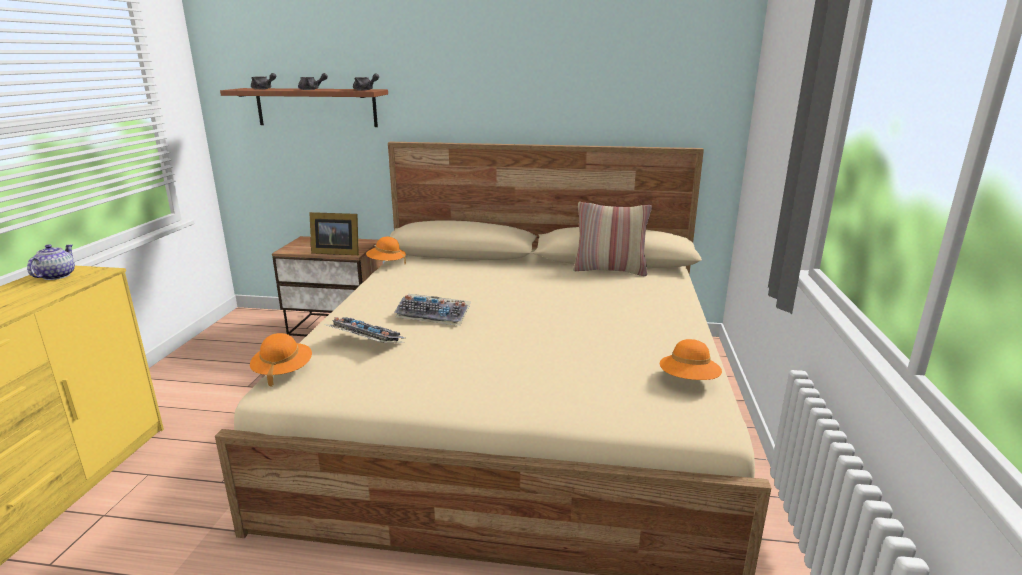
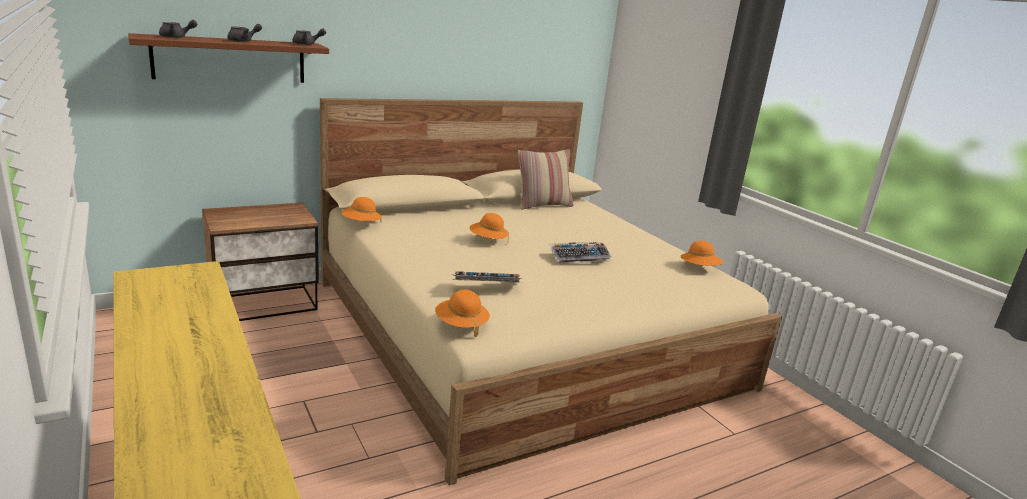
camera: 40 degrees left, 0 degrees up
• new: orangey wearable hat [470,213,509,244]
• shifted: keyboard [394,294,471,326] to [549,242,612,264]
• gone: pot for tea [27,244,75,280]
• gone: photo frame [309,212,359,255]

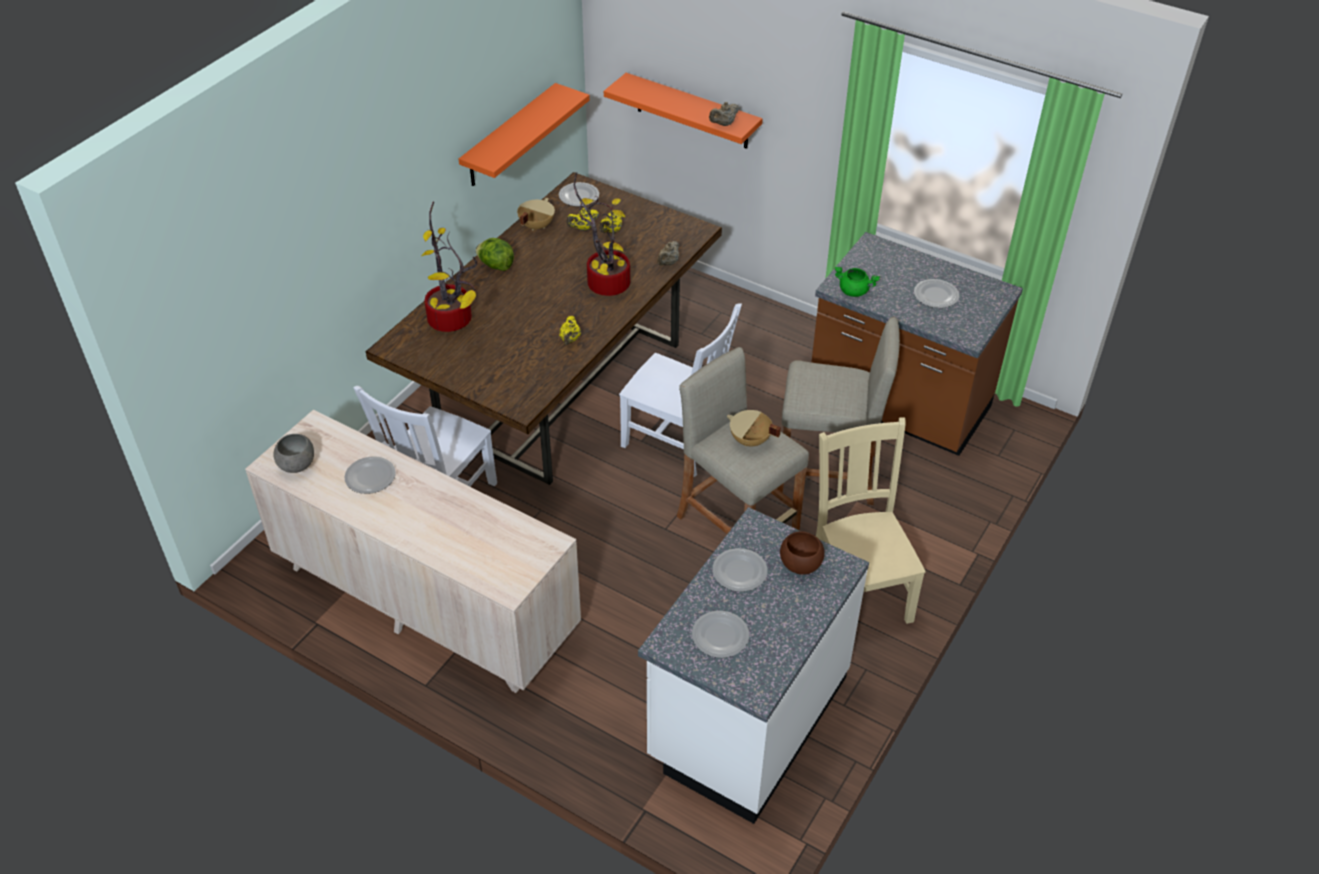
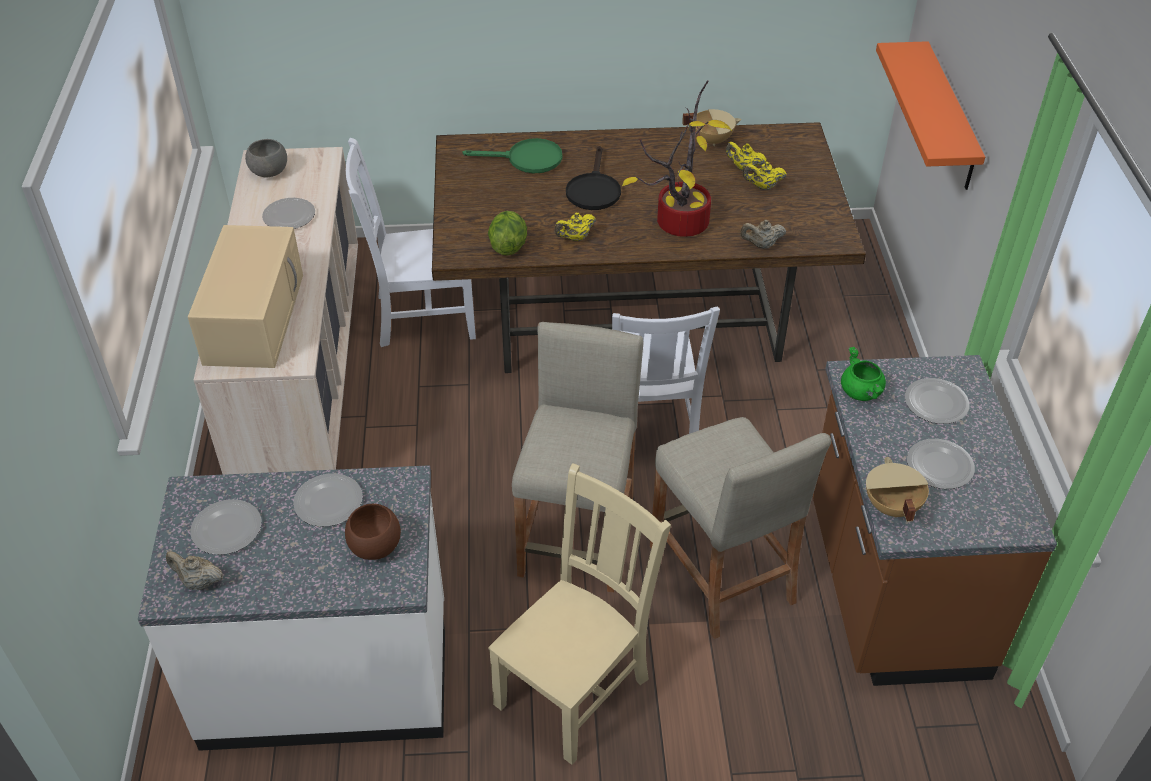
camera: 55 degrees right, 0 degrees up
• shifted: sand-coloured pot for tea [709,102,739,126] to [166,551,223,590]
• new: sand-coloured kitchen microwave [188,225,303,368]
• swapped: houseplant [422,202,478,332] to green-coloured skillet [463,138,562,173]
• shifted: lettuce [475,238,514,271] to [488,211,527,256]
• new: blackish skillet [566,146,621,210]
• shifted: sand-coloured cooking pot [727,410,781,447] to [866,457,929,522]
• shifted: flat dish [559,182,599,207] to [905,378,970,424]
• gone: orangey wall shelf [459,83,590,186]

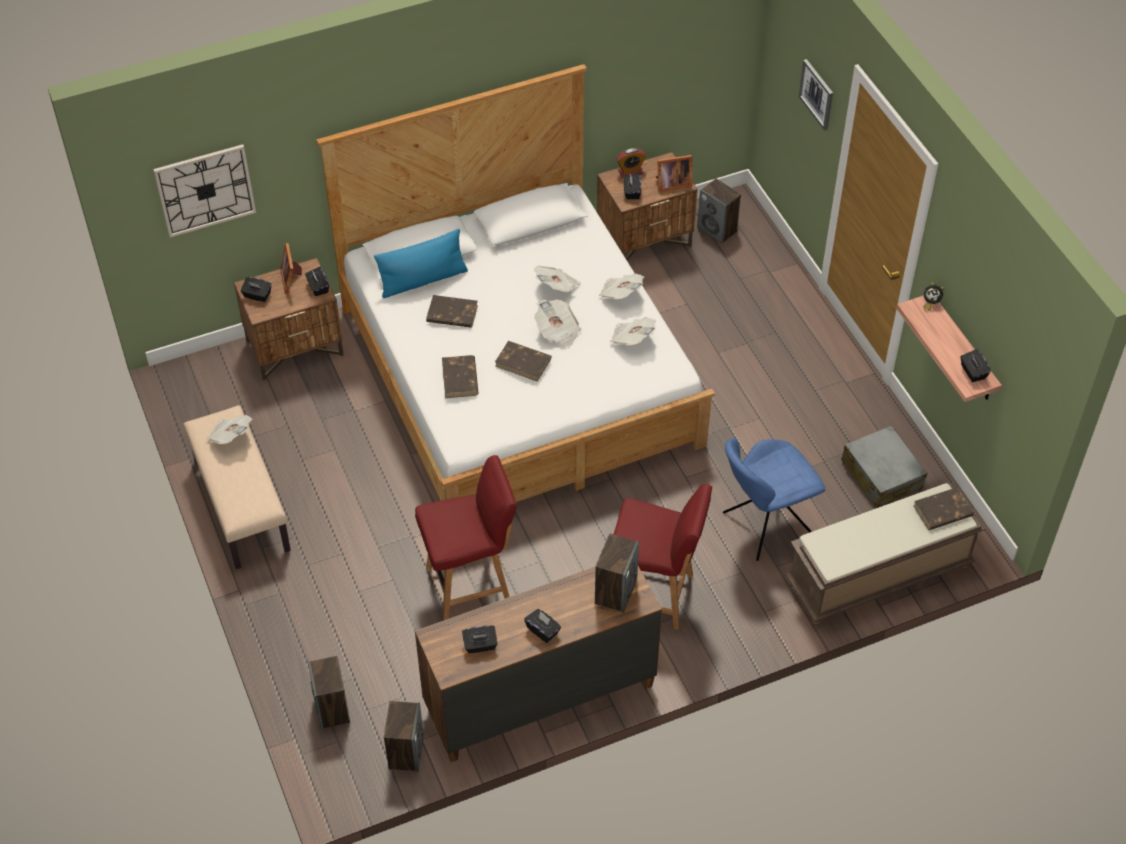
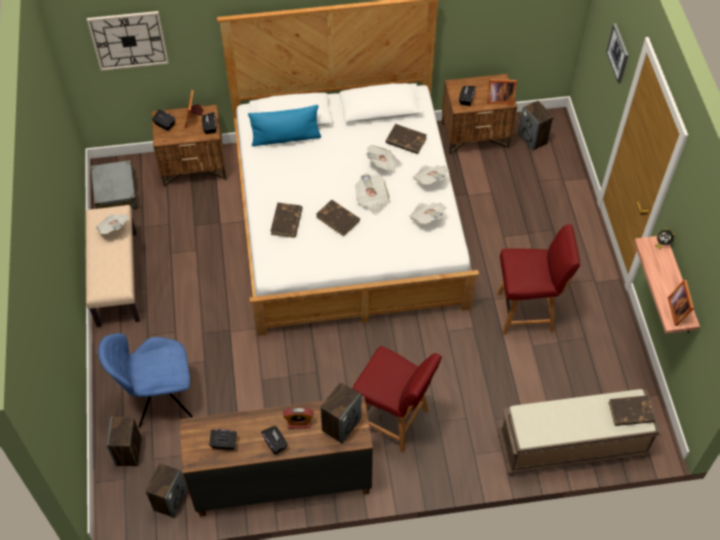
camera: 15 degrees right, 5 degrees up
• shifted: gray travel case [841,426,927,508] to [91,160,138,209]
• shifted: bluish upright chair [723,438,825,561] to [98,333,193,428]
• shifted: table clock [616,148,646,178] to [283,407,313,429]
• shifted: brown bound book [426,295,478,328] to [386,124,427,154]
• shifted: red-coloured upright chair [415,455,517,620] to [497,224,580,335]
• swapped: blackish tissue box [960,349,991,382] to photo frame [668,280,694,326]

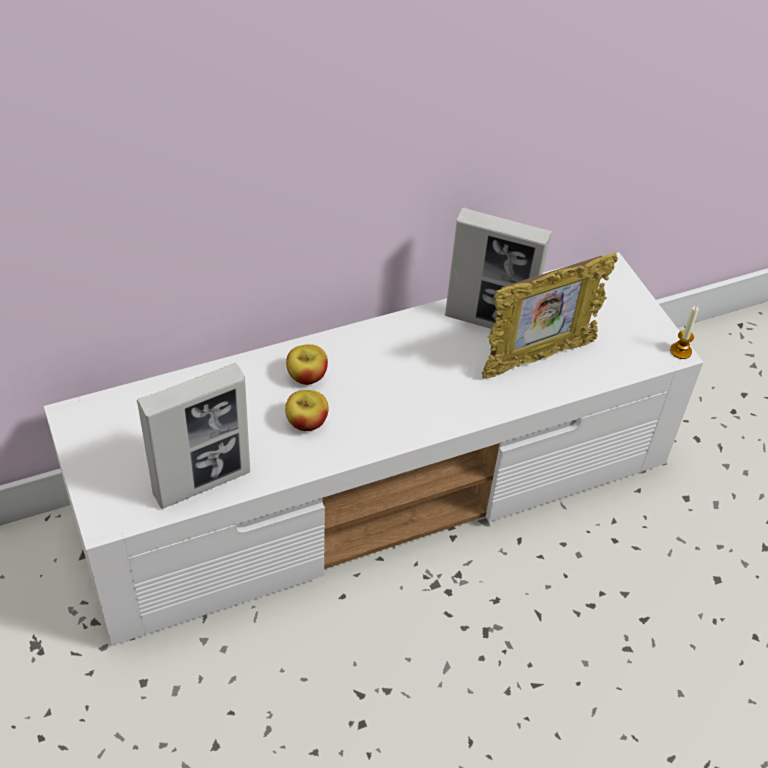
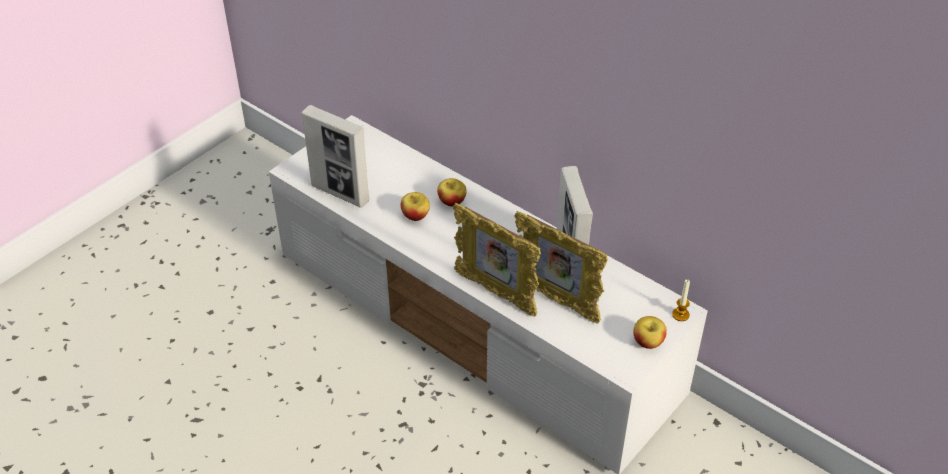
camera: 65 degrees right, 5 degrees down
• new: photo frame [453,203,541,317]
• new: whole apple [633,316,667,349]
• shifted: wax candle [670,306,699,359] to [672,280,690,321]

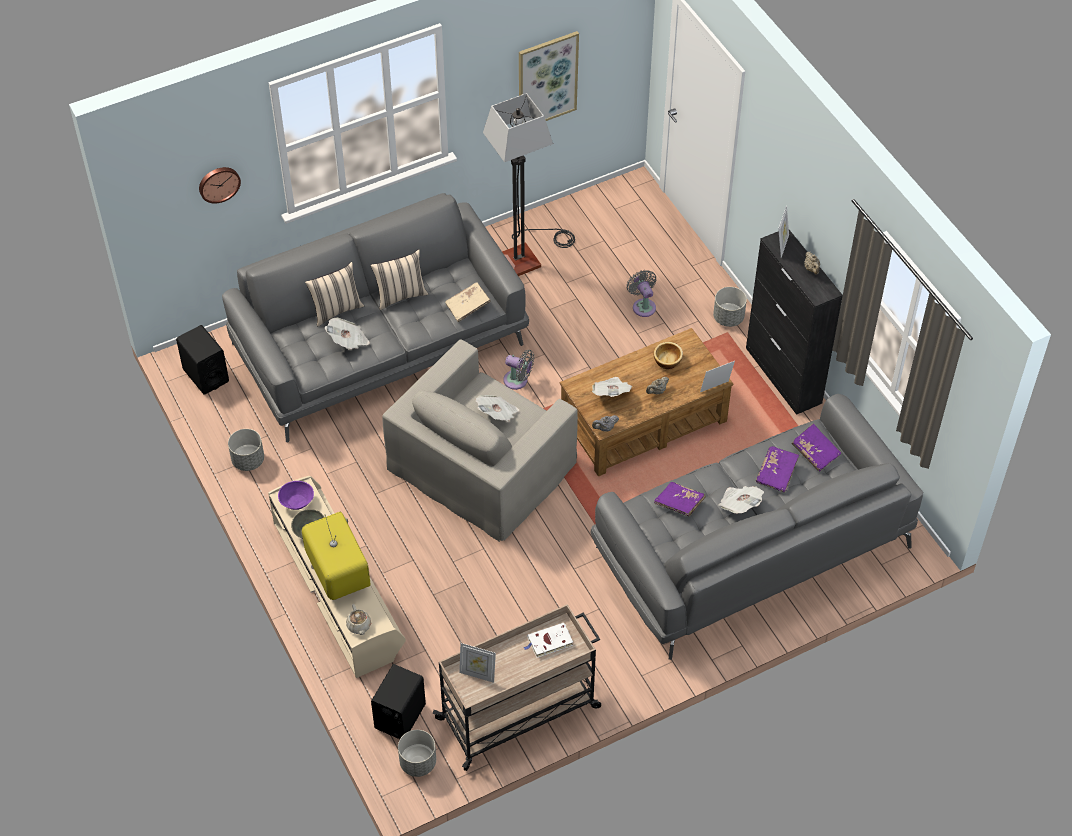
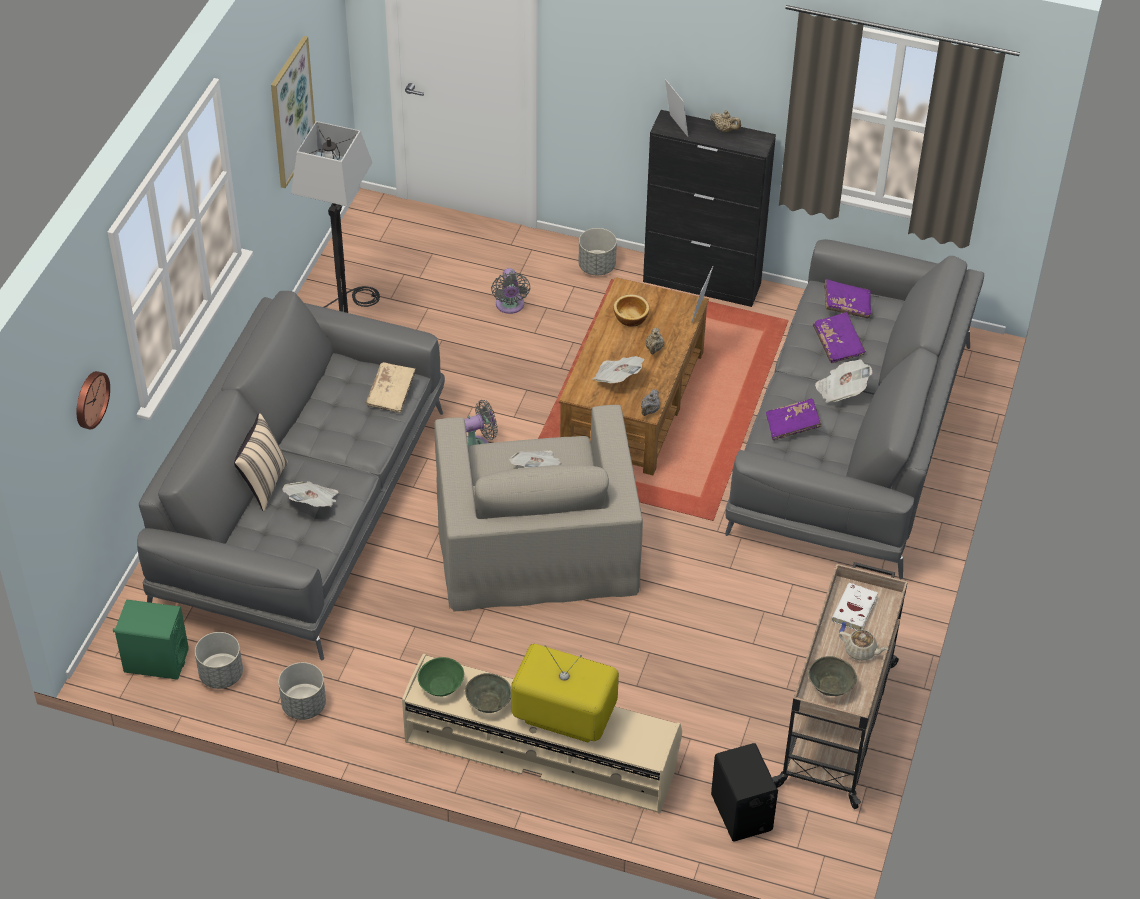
camera: 45 degrees left, 5 degrees down
• repainted: blackish loudspeaker [176,325,229,395] to green-coloured loudspeaker [113,600,189,680]
• shifted: gray planter [398,730,436,777] to [195,632,243,689]
• repainted: purple serving bowl [278,481,314,510] to green-coloured serving bowl [418,657,464,696]
• rotated: gray cooling fan [627,270,656,317] = [491,268,530,314] 120 degrees counterclockwise
• swapped: photo frame [459,643,496,683] to gray serving bowl [808,656,857,696]
• shifted: sand-coloured pot for tea [346,604,371,635] to [839,630,888,661]
• gone: sand-coloured pillow [370,249,428,310]

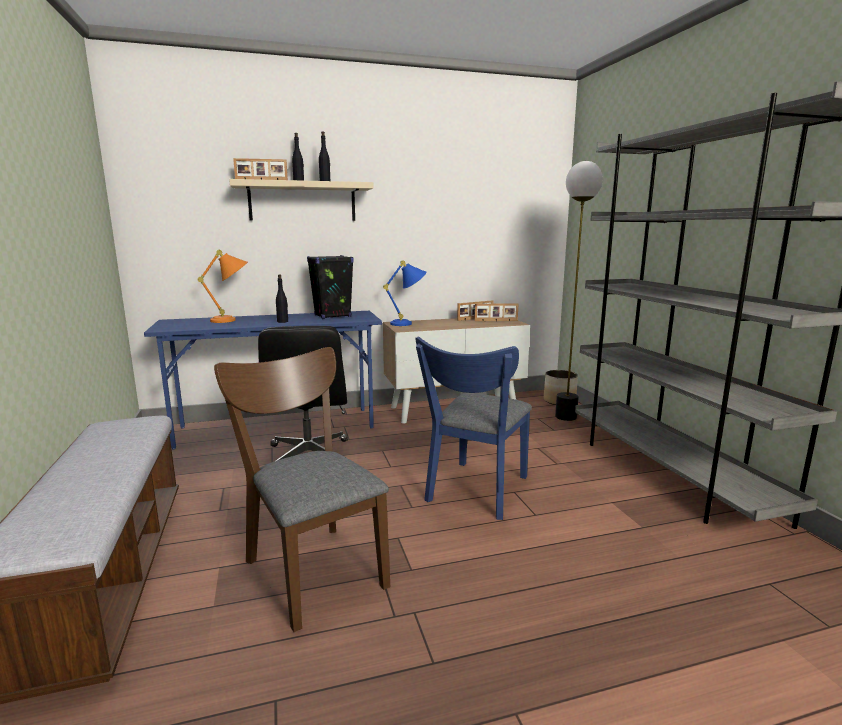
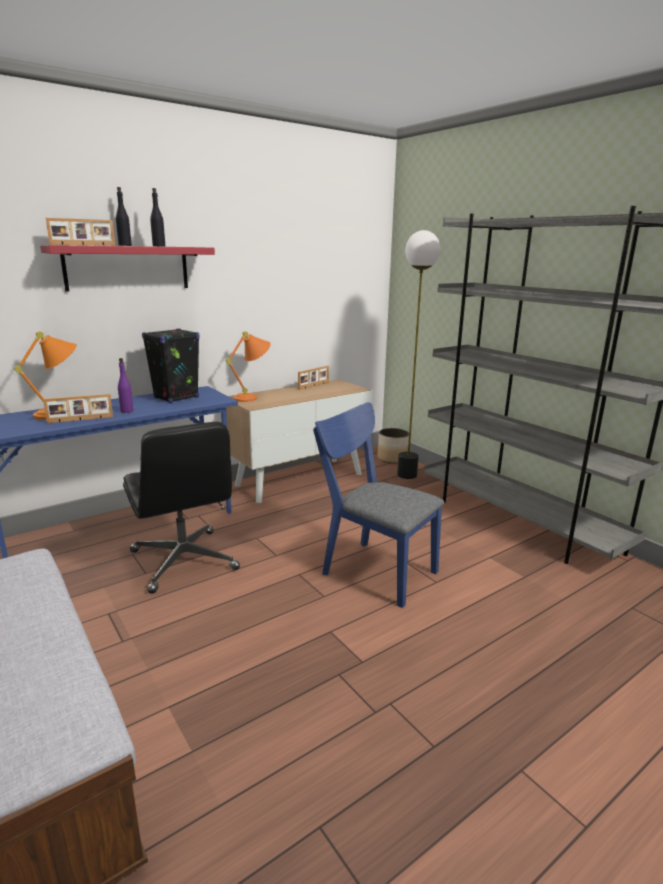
camera: 20 degrees left, 5 degrees up
• repainted: sand-coloured wall shelf [229,179,374,221] to red-coloured wall shelf [40,245,215,291]
• shifted: photo frame [475,303,518,321] to [43,394,113,423]
• repainted: blackish bottle [276,274,288,323] to purple bottle [118,358,134,413]
• repainted: bluish lamp for a table [383,260,427,326] to orangey lamp for a table [226,331,271,402]
• rotated: bluish upright chair [415,337,532,520] = [313,402,444,608] 120 degrees clockwise
• gone: brown upright chair [214,347,390,632]

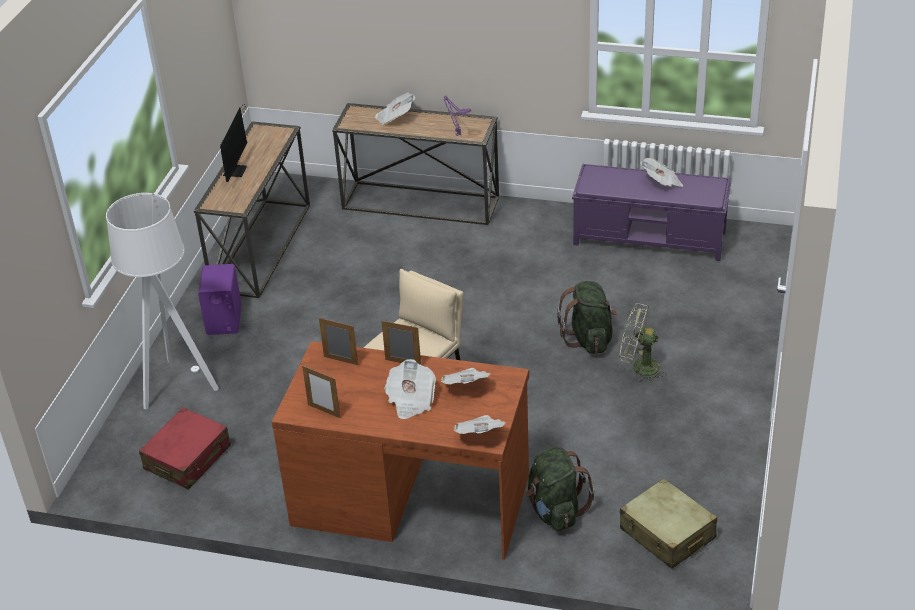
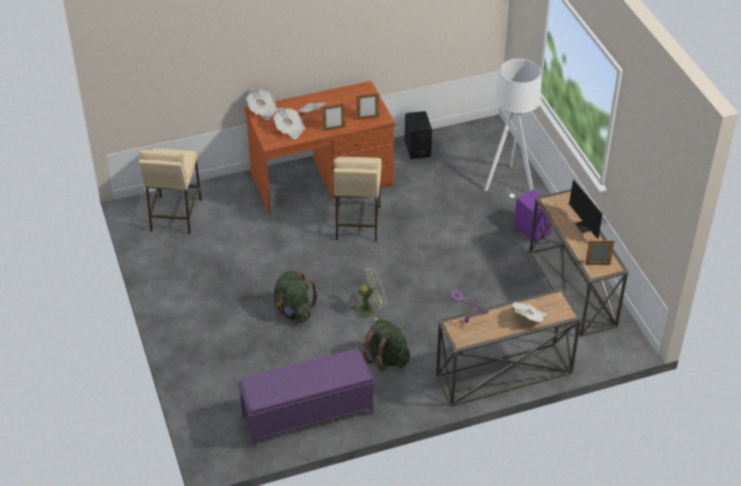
camera: 145 degrees right, 5 degrees up
• swapped: sand-coloured travel case [620,478,717,569] to sand-coloured stool [139,148,202,234]
• shifted: green-coloured cooling fan [620,303,666,382] to [350,267,386,320]
• shifted: green-coloured knapsack [526,447,595,531] to [363,319,410,371]
• new: blackish loudspeaker [404,111,432,159]
• shifted: photo frame [302,366,340,418] to [585,240,614,265]
• gone: red-coloured travel case [139,407,231,490]
• gone: daily paper [640,158,683,187]

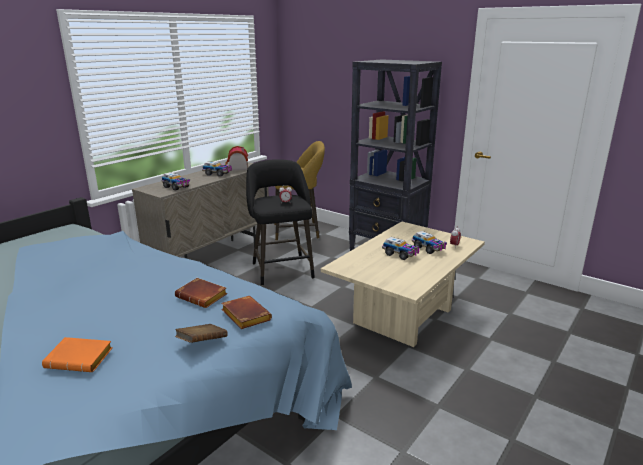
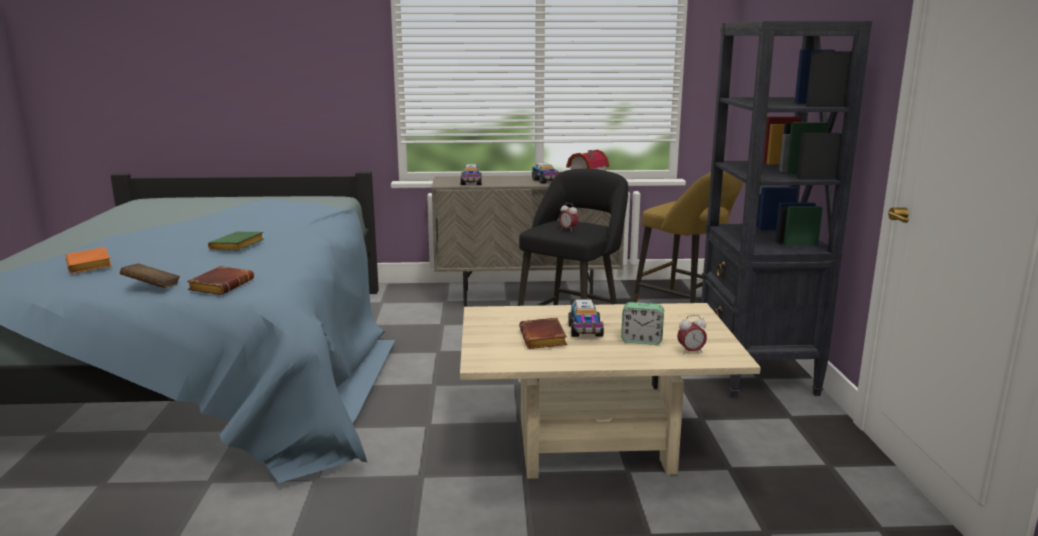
camera: 50 degrees right, 5 degrees down
• new: green-coloured bound book [208,232,264,251]
• shifted: brown bound book [175,278,227,308] to [519,317,567,349]
• swapped: toy lorry [412,231,447,254] to table clock [621,302,664,345]

